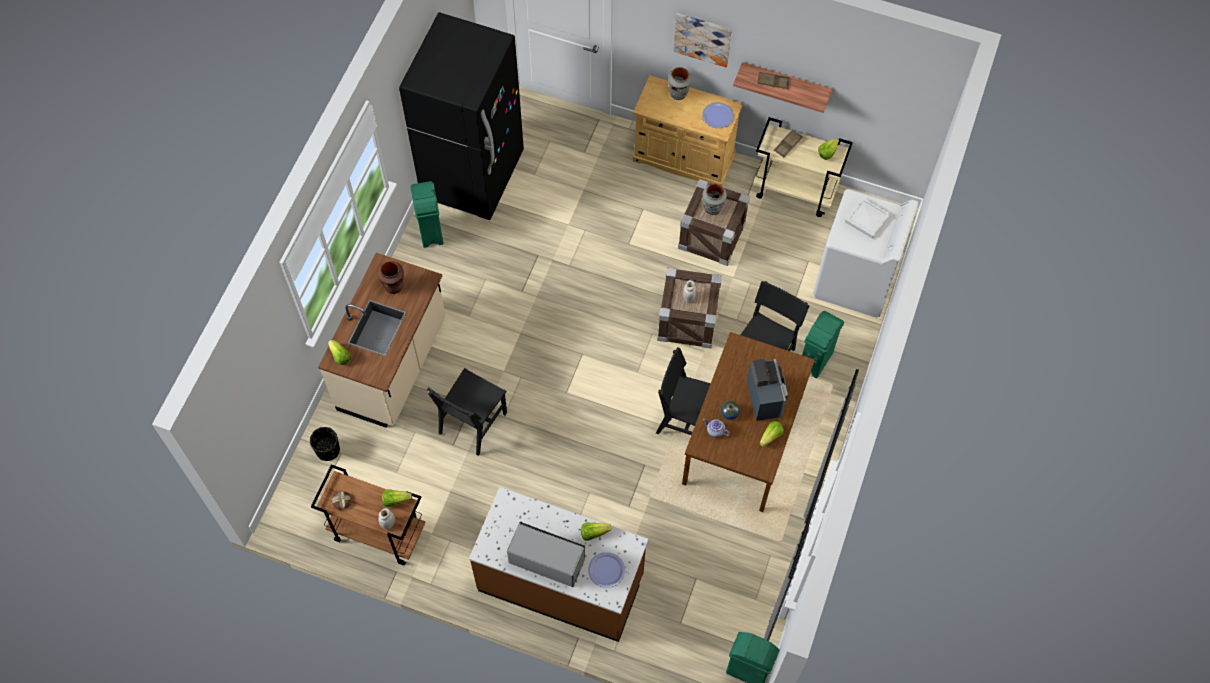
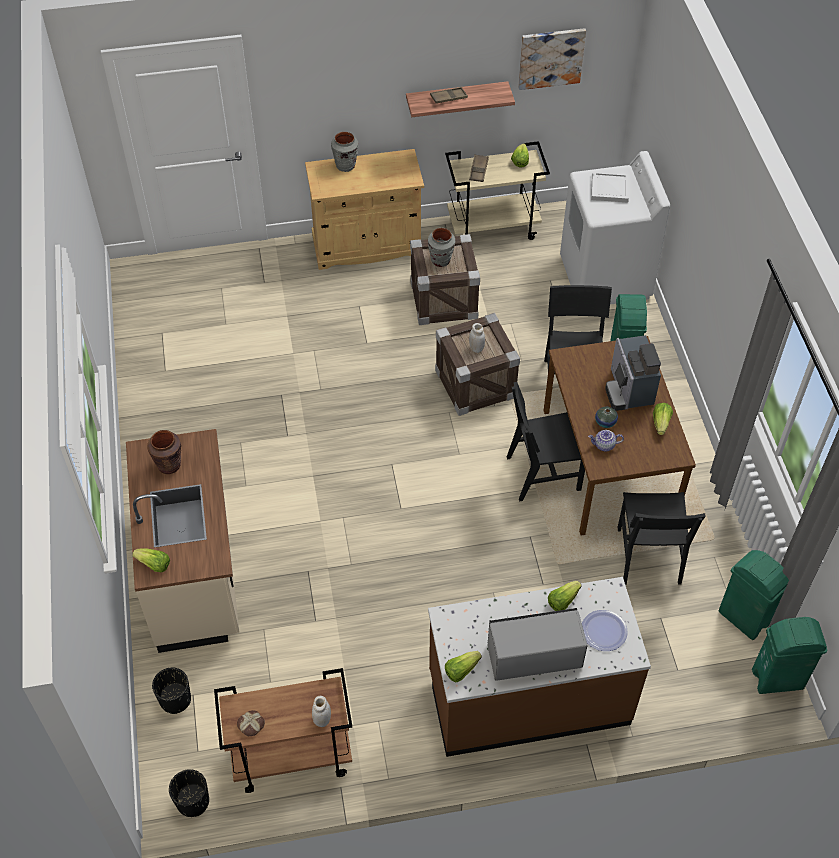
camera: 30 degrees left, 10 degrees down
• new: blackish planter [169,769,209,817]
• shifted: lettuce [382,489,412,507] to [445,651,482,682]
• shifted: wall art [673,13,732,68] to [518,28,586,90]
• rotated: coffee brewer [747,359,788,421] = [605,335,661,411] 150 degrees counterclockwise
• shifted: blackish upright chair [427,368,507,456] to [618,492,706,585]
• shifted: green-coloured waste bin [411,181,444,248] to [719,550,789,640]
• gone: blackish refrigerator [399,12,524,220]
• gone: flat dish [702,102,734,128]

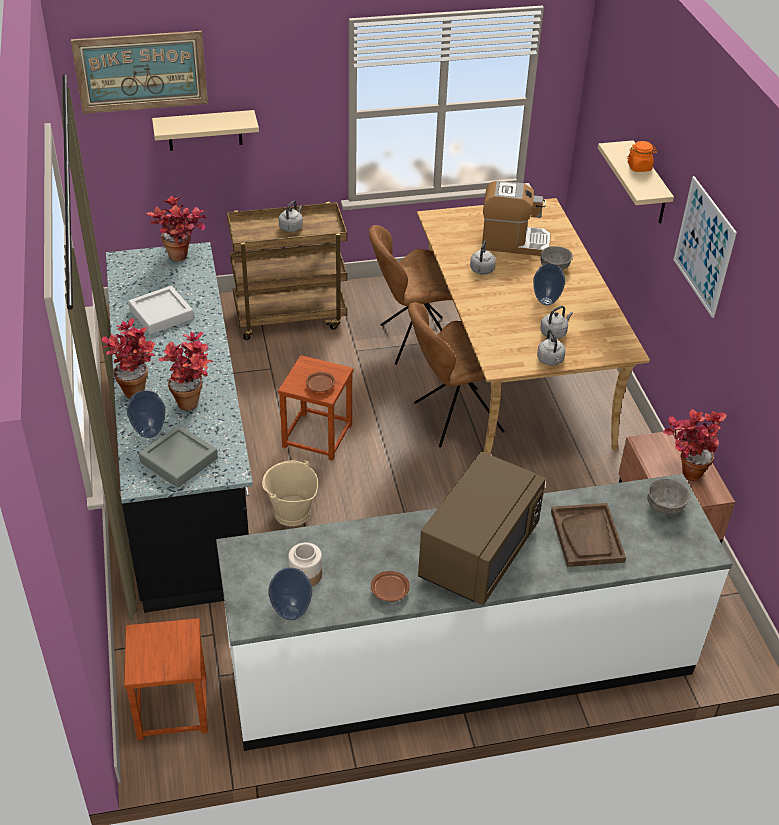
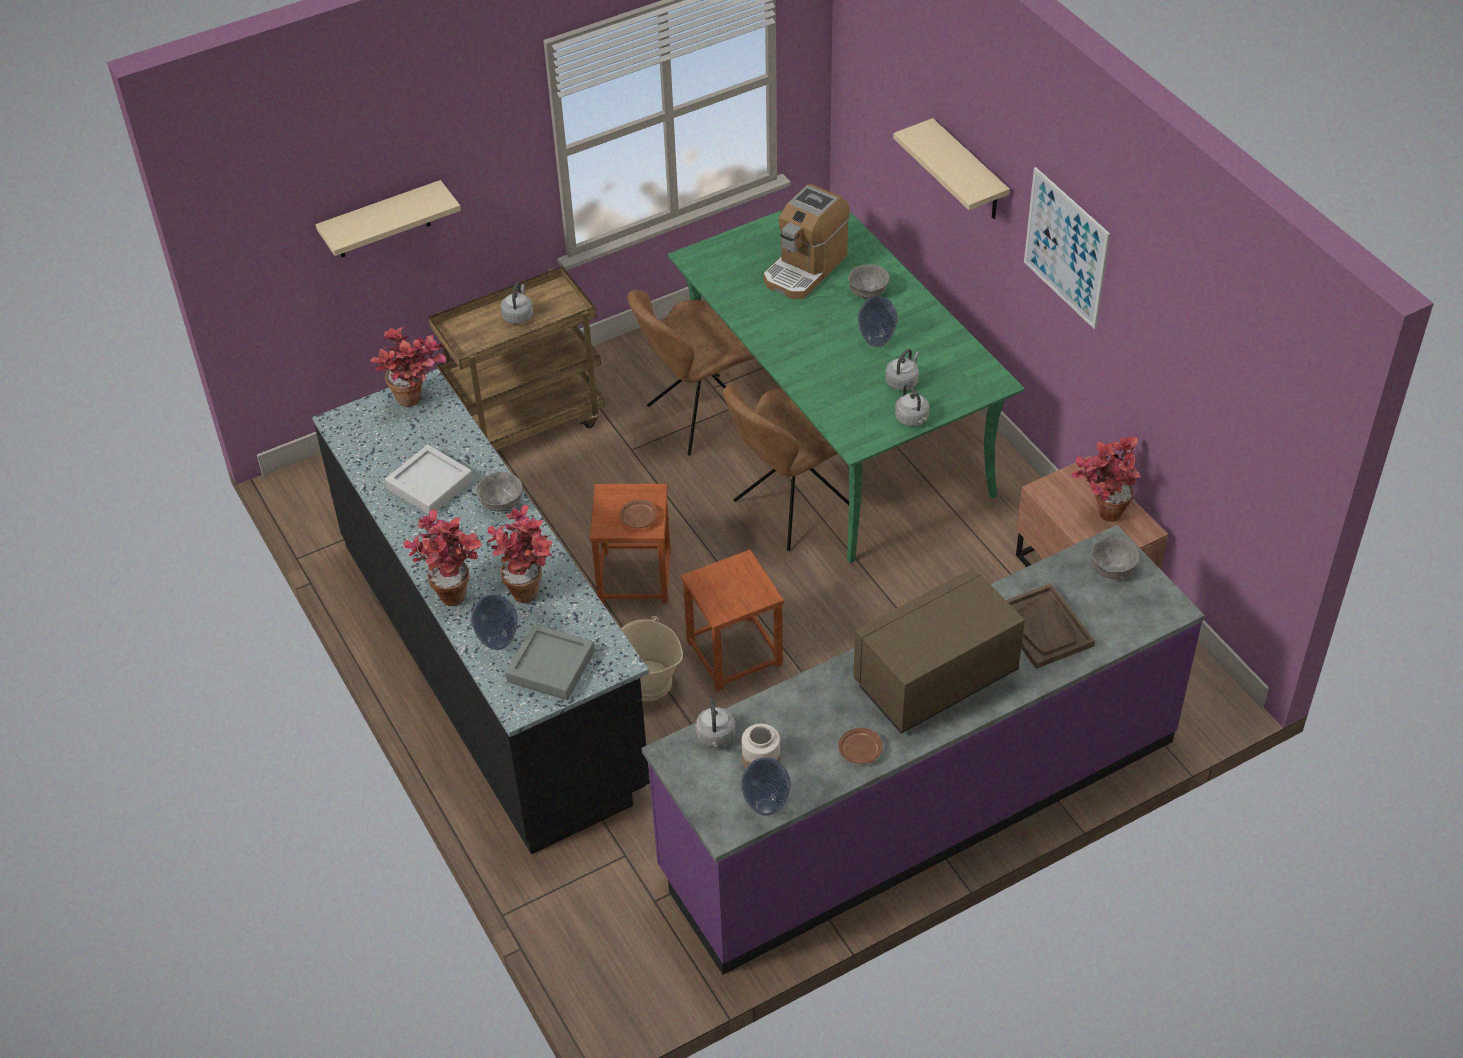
camera: 15 degrees left, 5 degrees up
• new: gray serving bowl [476,472,523,512]
• repainted: whitish kitchen base unit [216,474,732,751] to purple kitchen base unit [642,525,1205,975]
• repainted: sand-coloured dining table [417,198,650,455] to green-coloured dining table [668,192,1024,563]
• shifted: brown stool [124,618,208,740] to [681,550,784,691]
• shifted: gray tea kettle [470,241,496,275] to [696,698,736,748]
• rotated: coffee brewer [482,181,551,256] = [763,184,850,299] 135 degrees clockwise
• rotated: brown kitchen microwave [418,452,546,605] = [853,569,1025,734] 135 degrees counterclockwise
• gone: wall art [71,31,208,114]
• gone: orangey storage jar [627,141,657,172]

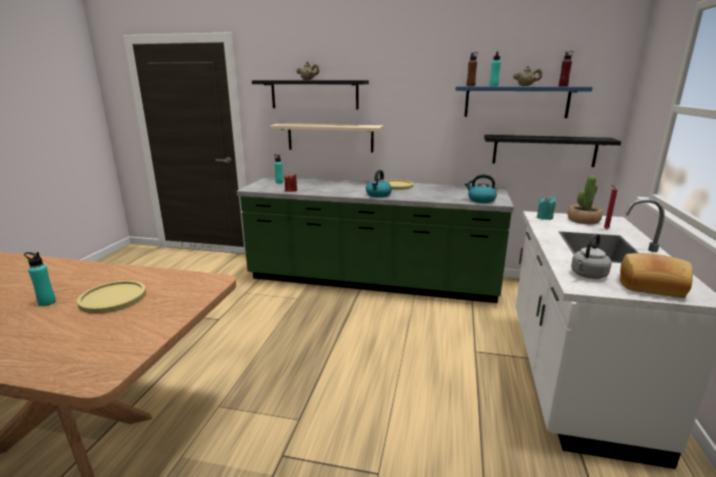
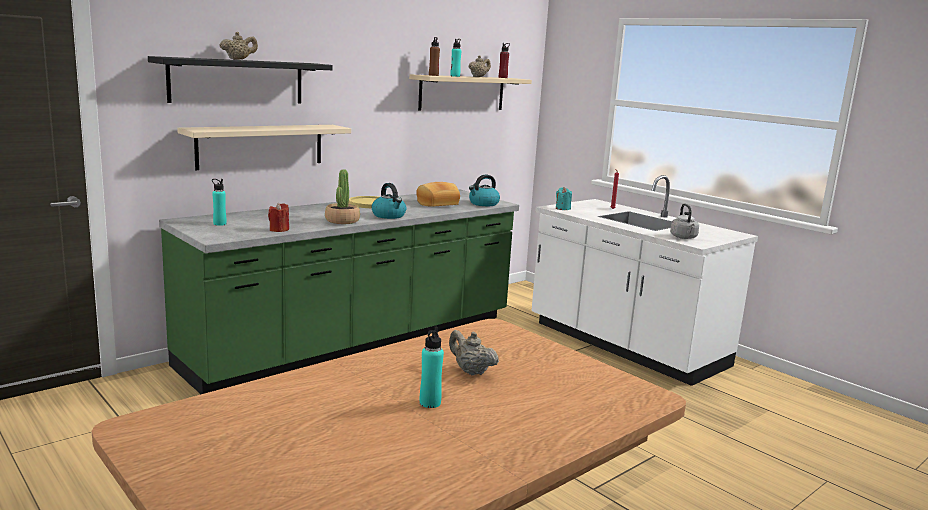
camera: 55 degrees left, 5 degrees down
• shifted: houseplant [568,175,602,224] to [325,169,360,224]
• repainted: bluish wall shelf [455,86,593,118] to sand-coloured wall shelf [409,74,532,110]
• shifted: baked bread [620,253,693,298] to [416,182,460,207]
• swapped: yellowish flat dish [77,280,146,314] to sand-coloured pot for tea [449,330,499,375]
• gone: blackish wall shelf [484,135,621,167]

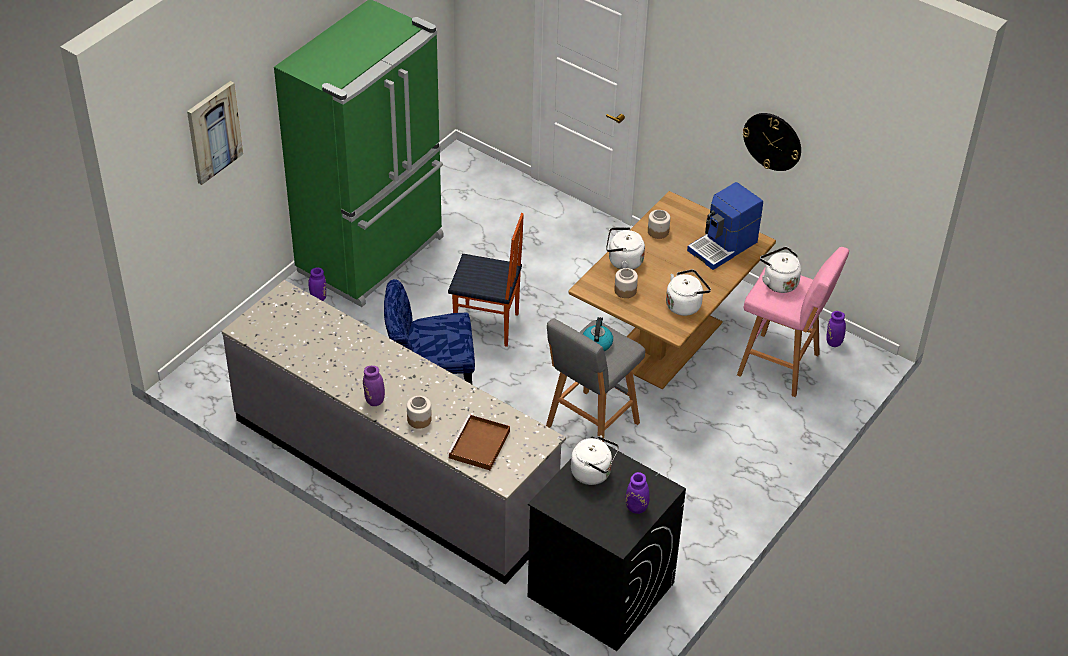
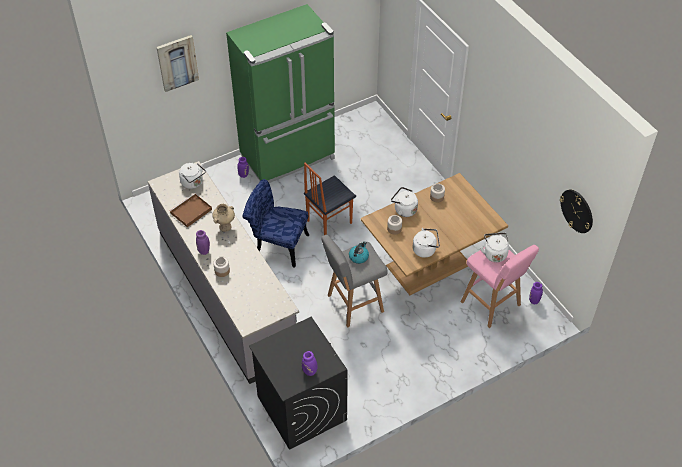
camera: 25 degrees right, 5 degrees up
• shifted: brown tray [447,414,510,470] to [169,193,212,227]
• shifted: whitish tea kettle [571,436,619,485] to [179,163,206,189]
• new: sand-coloured decorative vase [212,204,235,232]
• rotated: upright chair [448,213,524,347] = [304,163,356,235] 105 degrees clockwise
• shifted: hanging clock [743,113,801,171] to [560,190,593,233]
• gone: coffee brewer [687,182,763,270]

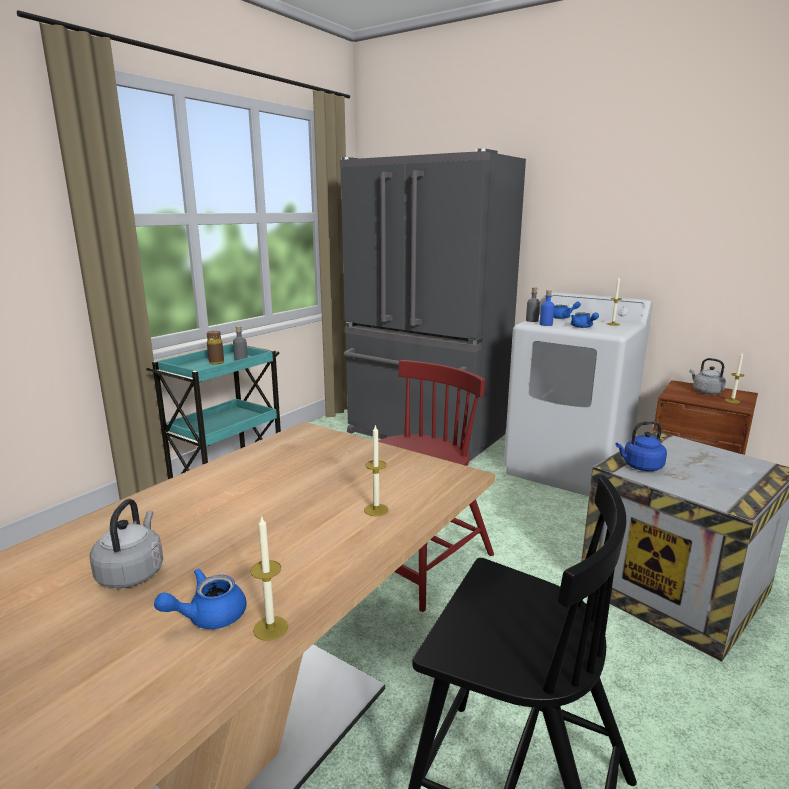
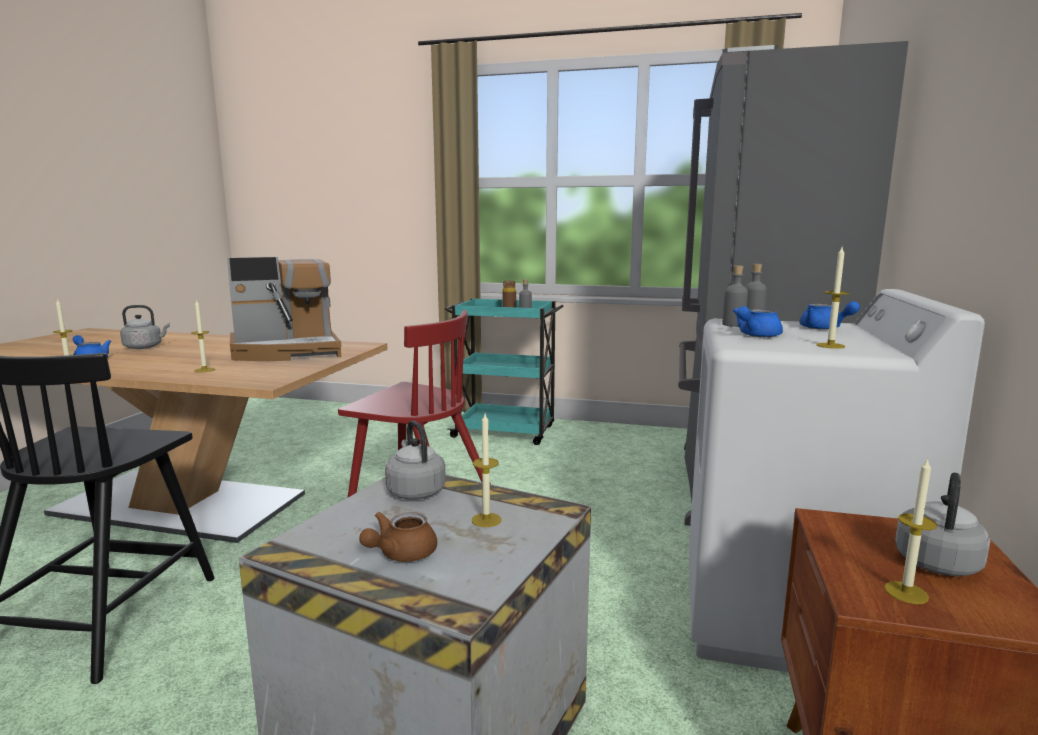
camera: 70 degrees right, 5 degrees down
• new: coffee brewer [227,257,341,361]
• new: brown pot for tea [359,512,437,562]
• repainted: bluish tea kettle [615,421,667,471] to gray tea kettle [385,420,446,499]
• new: wax candle [472,414,501,527]
• repainted: bluish bottle [540,290,554,326] to gray bottle [722,265,748,327]

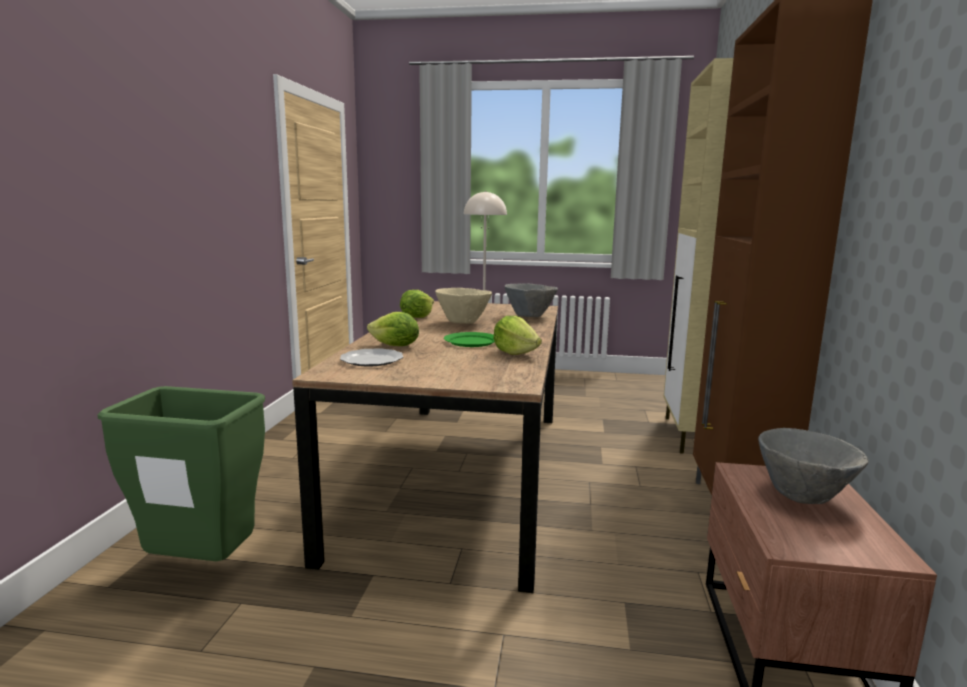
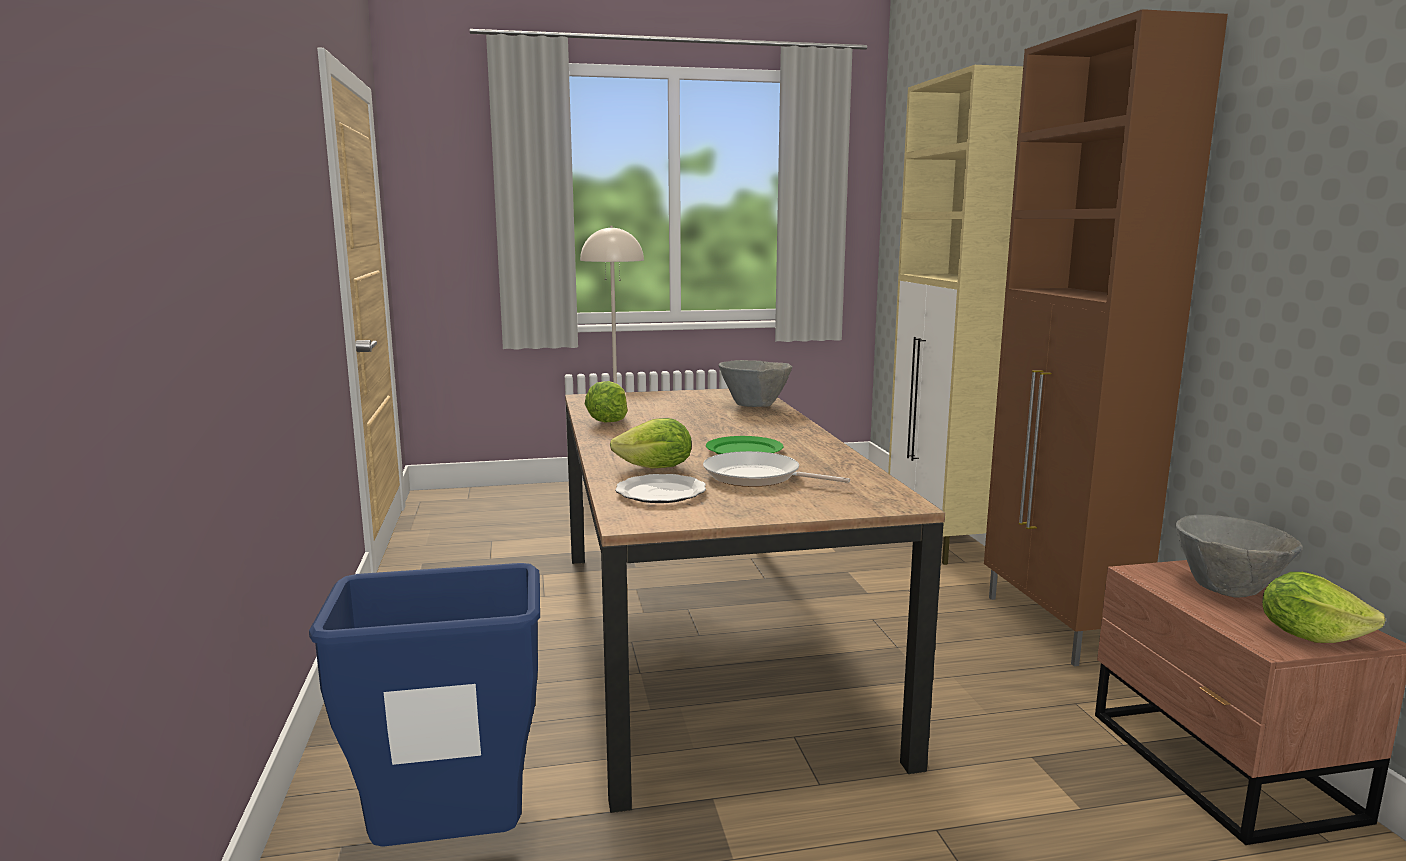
camera: 20 degrees left, 0 degrees up
• repainted: green-coloured waste bin [97,386,265,561] to bluish waste bin [309,563,540,847]
• new: skillet [703,451,850,487]
• shifted: lettuce [493,316,542,355] to [1262,572,1386,643]
• gone: sand-coloured serving bowl [435,288,492,324]

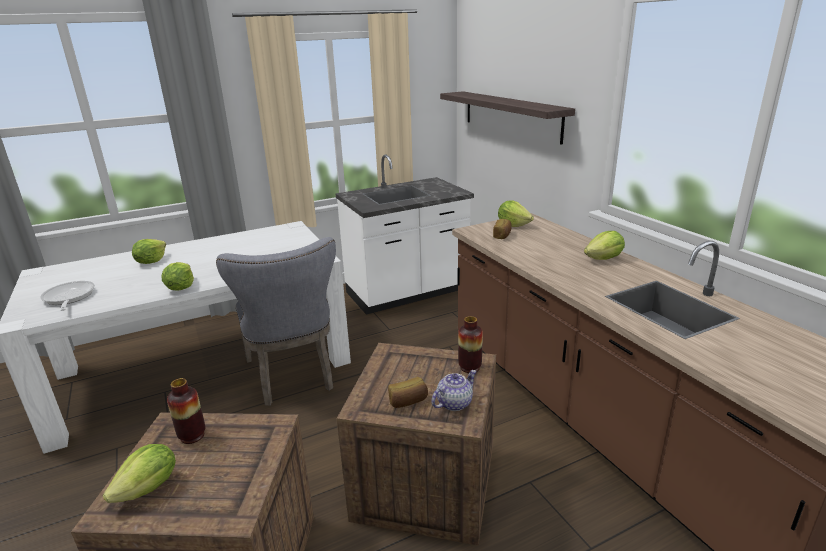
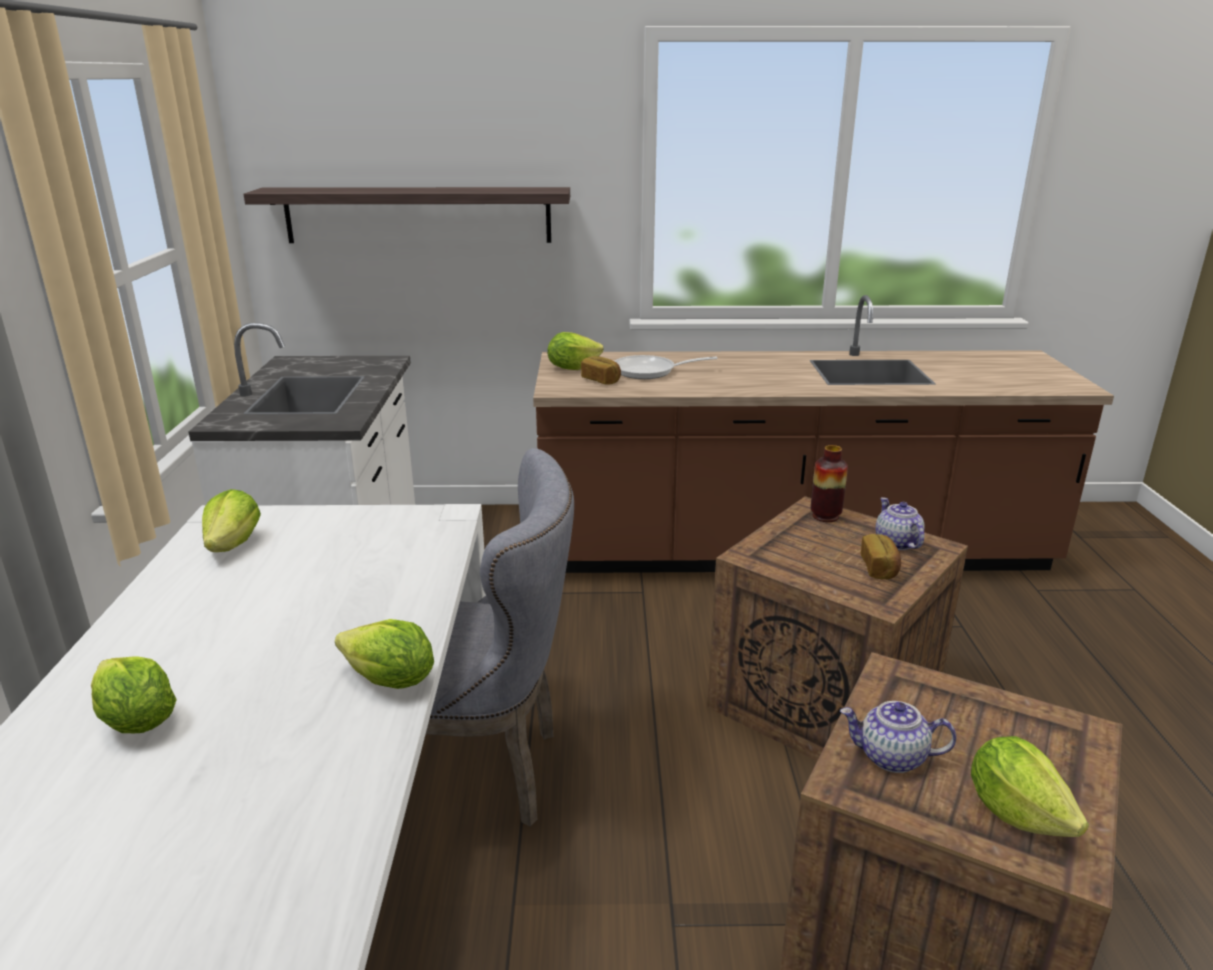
camera: 65 degrees left, 0 degrees up
• shifted: lettuce [584,231,625,260] to [202,489,261,552]
• shifted: skillet [40,281,95,311] to [615,355,717,379]
• swapped: decorative vase [167,378,206,444] to pot for tea [840,701,956,773]

